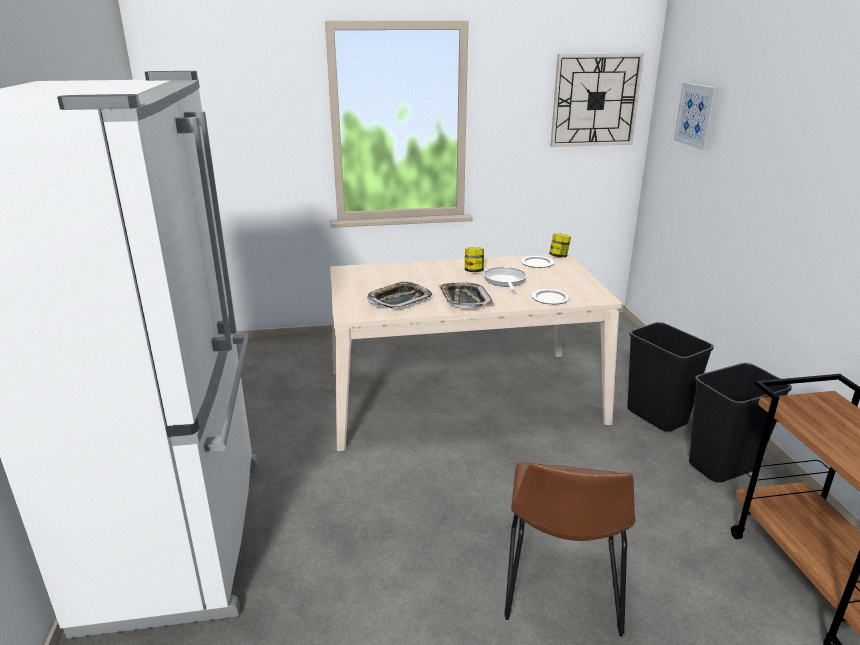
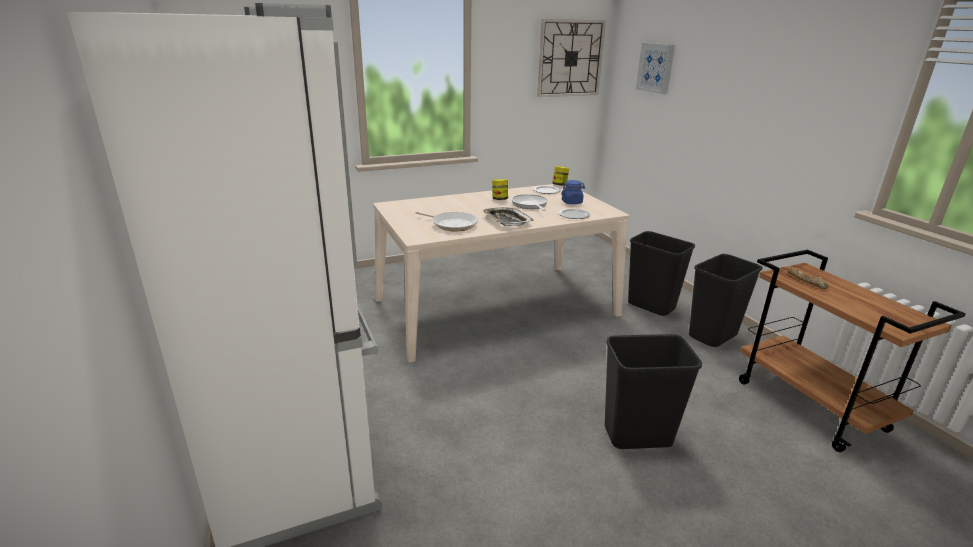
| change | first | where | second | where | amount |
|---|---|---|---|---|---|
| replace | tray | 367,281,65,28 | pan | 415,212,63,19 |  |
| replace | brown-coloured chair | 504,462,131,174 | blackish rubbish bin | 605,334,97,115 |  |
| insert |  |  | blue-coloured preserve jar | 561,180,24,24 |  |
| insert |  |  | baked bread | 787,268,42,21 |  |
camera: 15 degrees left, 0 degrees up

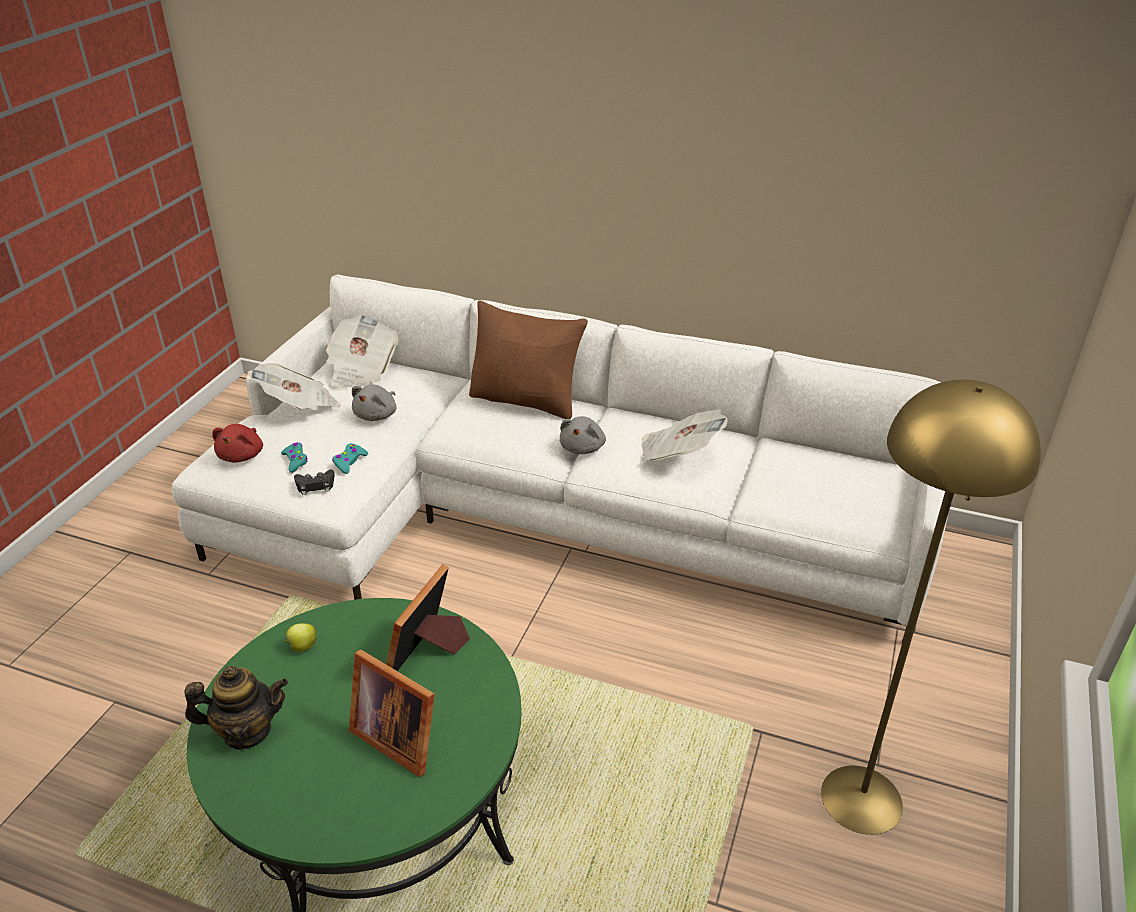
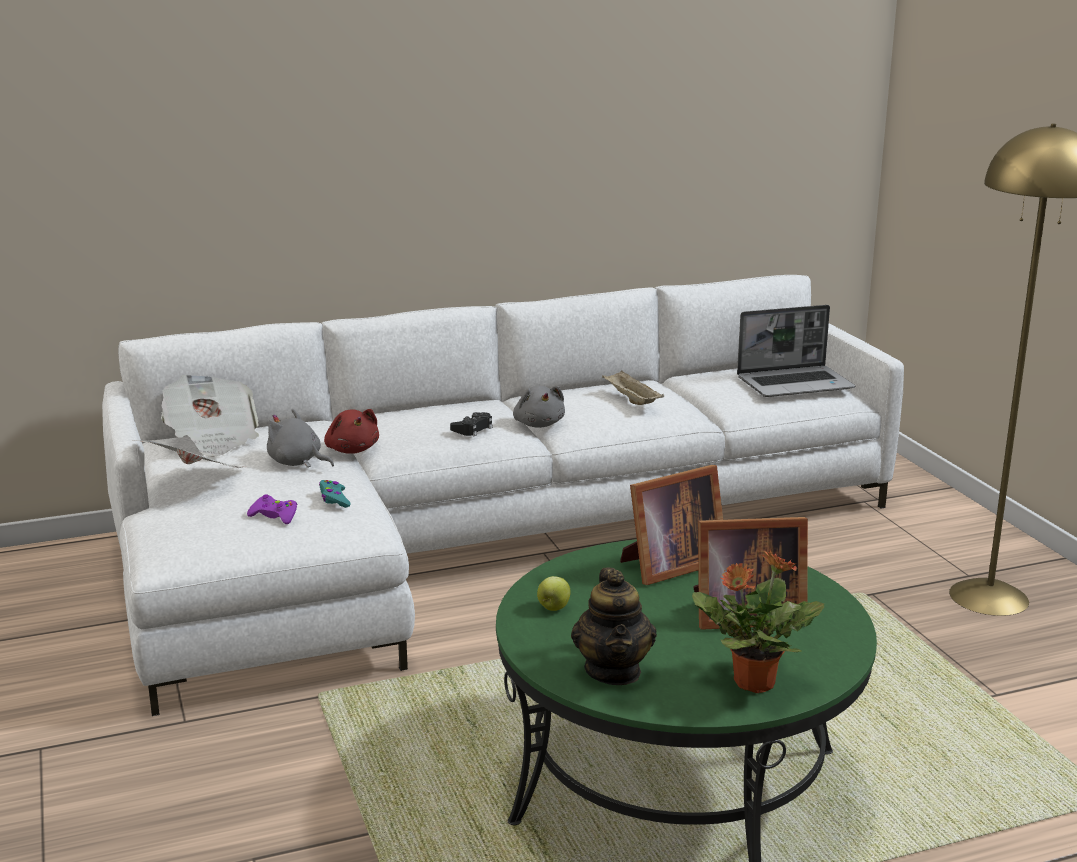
| change | first | where | second | where | amount |
|---|---|---|---|---|---|
| delete | brown-coloured throw pillow | 469,301,119,118 |  |  |  |
| rotate | greyish cuddly toy | 352,385,45,36 |  | 267,409,67,59 | 135 degrees clockwise |
| replace | printed paper | 641,409,87,53 | beige-coloured tray | 602,371,62,34 |  |
| move | reddish cuddly toy | 212,424,51,38 |  | 324,409,55,45 |  |
| recolor | turquoise-coloured game controller | 281,442,27,31 | purplish game controller | 247,494,50,30 |  |
| move | blackish game controller | 294,470,41,25 |  | 450,412,43,24 |  |
| rotate | picture frame | 386,564,84,107 |  | 620,465,103,120 | 105 degrees counterclockwise |
| rotate | pot for tea | 184,666,104,84 |  | 571,567,86,118 | 135 degrees clockwise |
| insert |  |  | notebook computer | 737,305,118,92 |  |
| insert |  |  | potted plant | 692,550,132,143 |  |
camera: 40 degrees left, 15 degrees down

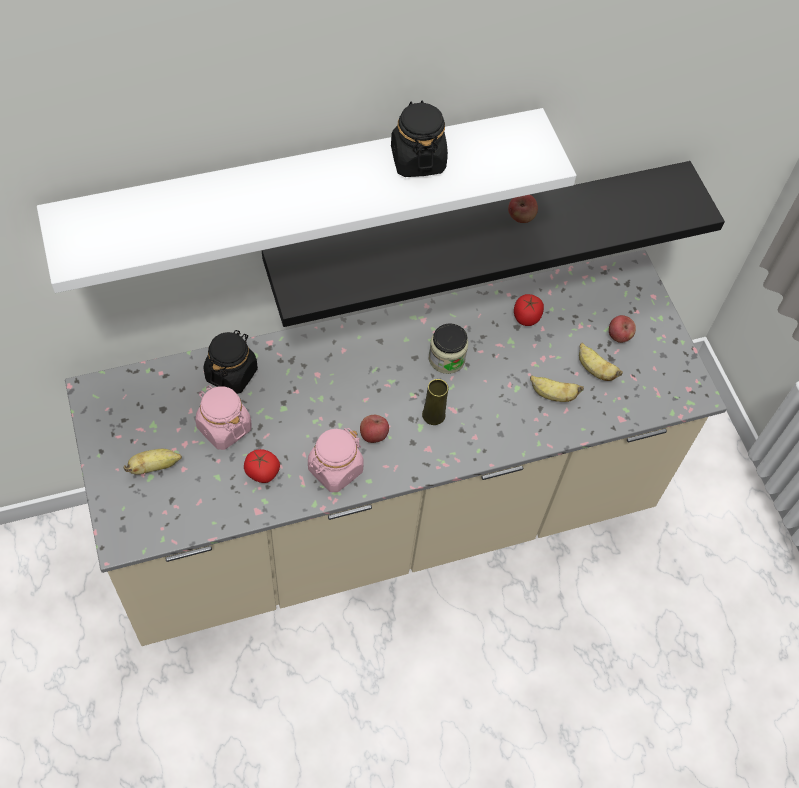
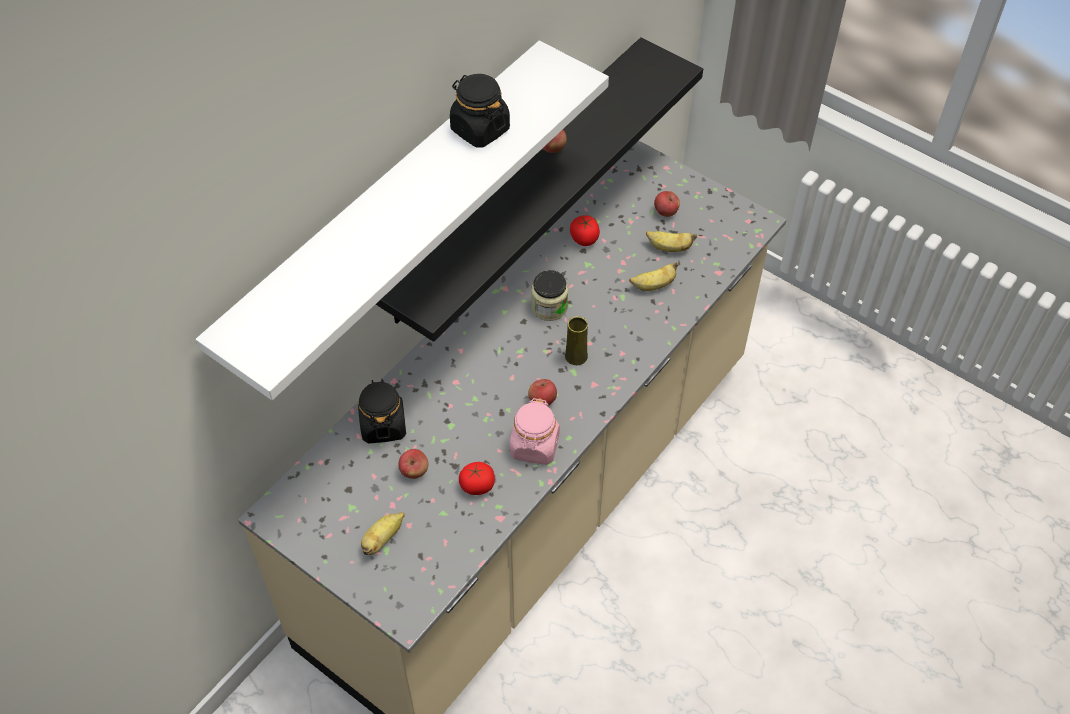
| change | first | where | second | where | amount |
|---|---|---|---|---|---|
| replace | pink-coloured preserve jar | 195,385,57,65 | apple | 398,449,30,30 |  |
camera: 30 degrees left, 5 degrees down

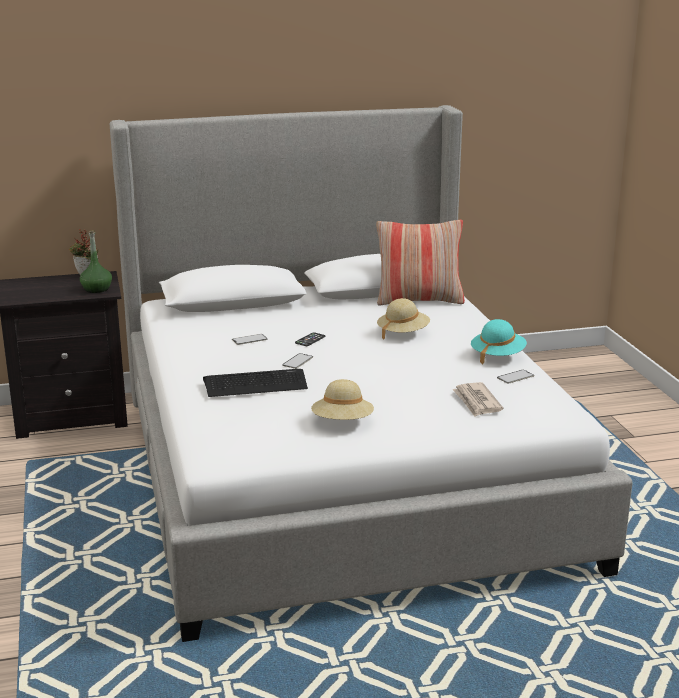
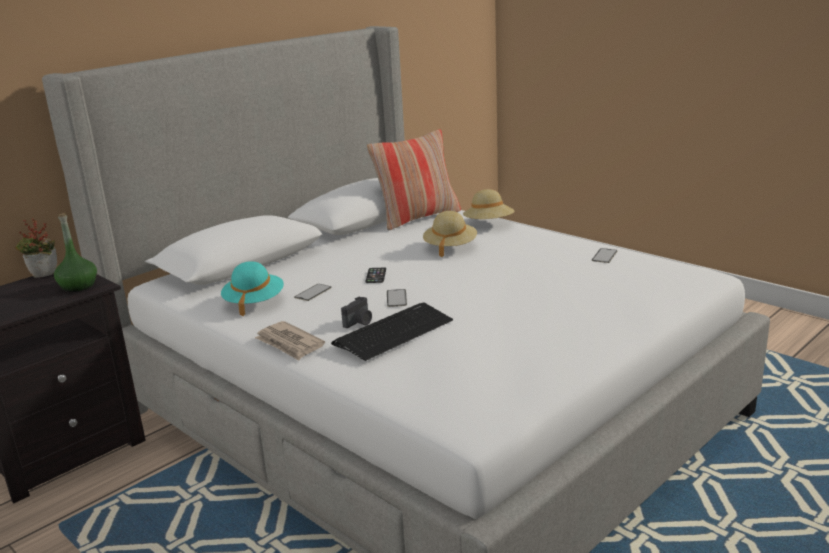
| change | first | where | second | where | amount |
|---|---|---|---|---|---|
| move | turquoise-coloured wearable hat | 471,319,56,45 |  | 221,261,63,55 |  |
| move | beige-coloured wearable hat | 311,379,63,41 |  | 463,189,51,30 |  |
| move | printed paper | 452,382,51,35 |  | 255,321,70,40 |  |
| insert |  |  | photo camera | 341,297,31,31 |  |
camera: 30 degrees left, 0 degrees up

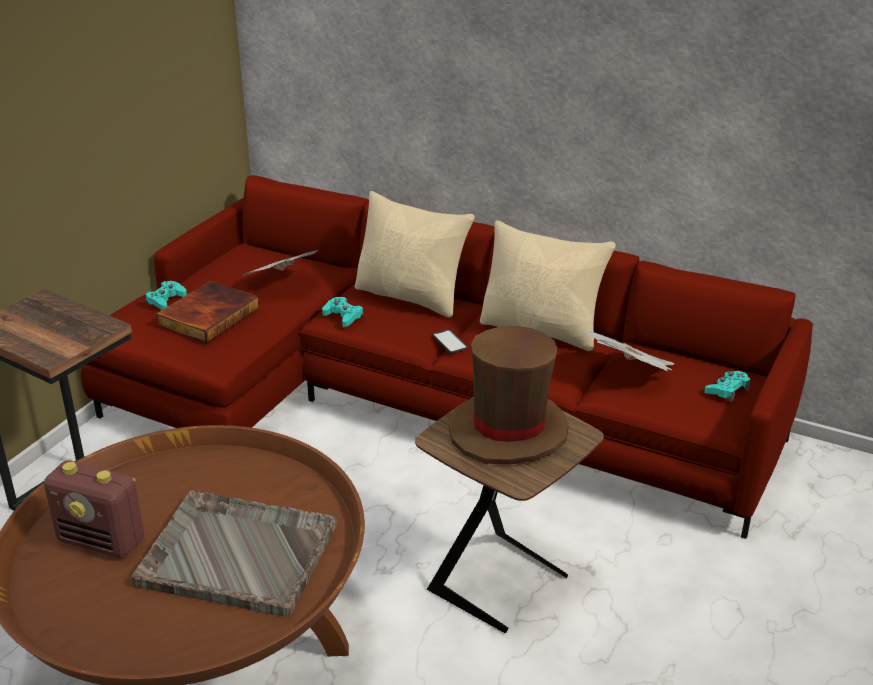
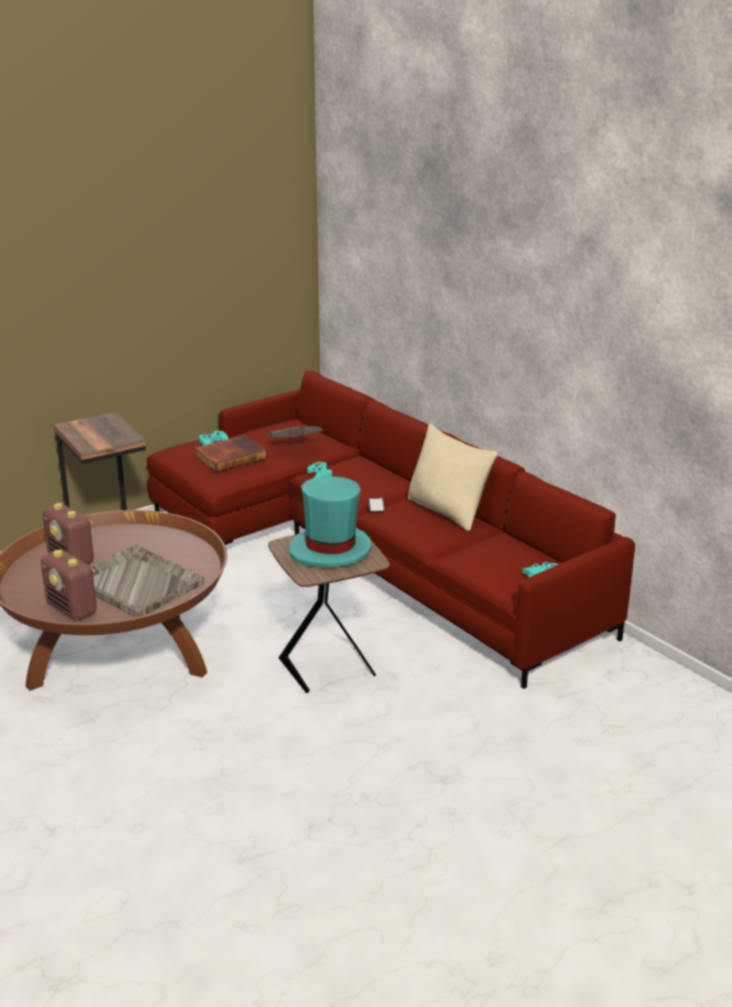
| change | first | where | second | where | amount |
|---|---|---|---|---|---|
| delete | beige-coloured throw pillow | 355,191,120,127 |  |  |  |
| recolor | brown-coloured wearable hat | 449,326,120,139 | turquoise-coloured wearable hat | 289,476,82,91 |  |
| delete | printed paper | 586,332,88,39 |  |  |  |
| insert |  |  | radio receiver | 41,550,56,71 |  |
camera: 25 degrees right, 5 degrees down

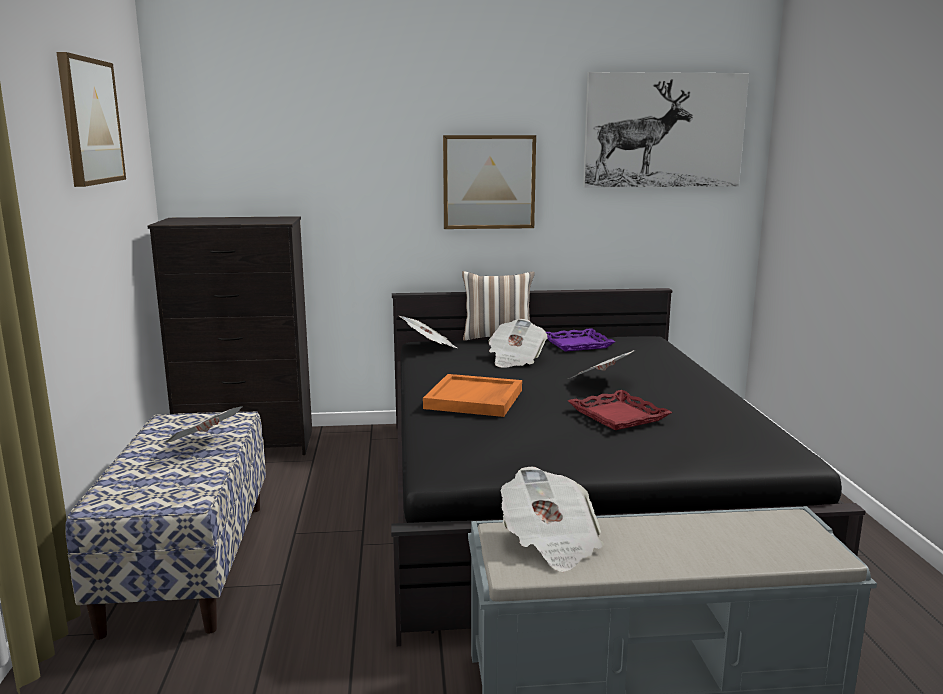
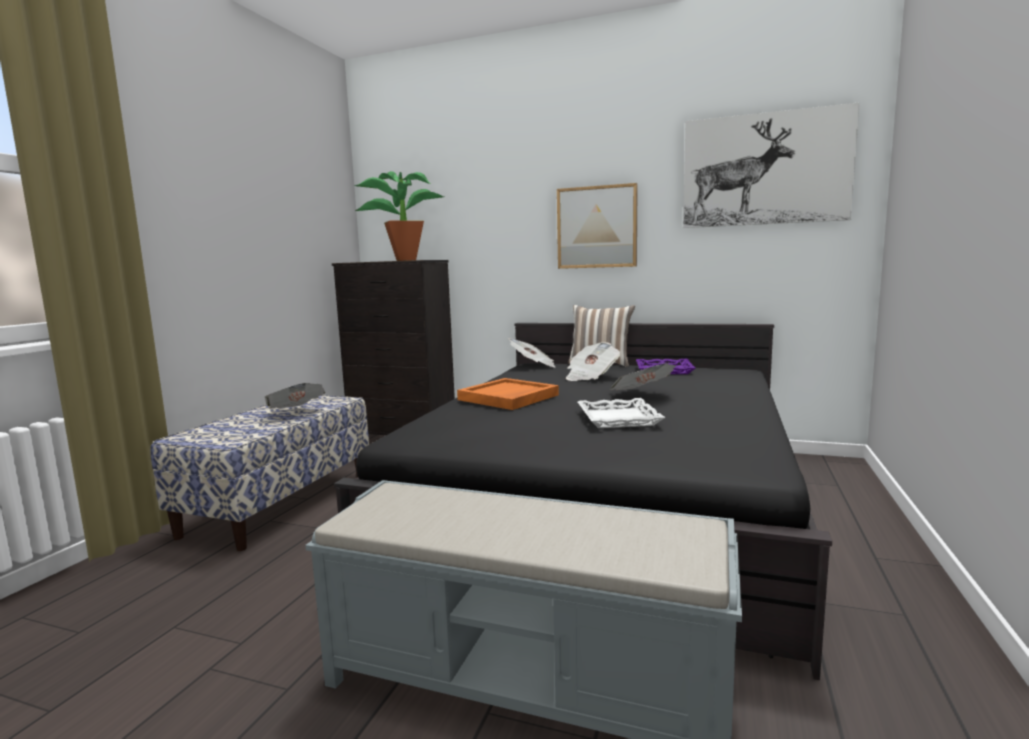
| change | first | where | second | where | amount |
|---|---|---|---|---|---|
| delete | wall picture | 56,52,70,135 |  |  |  |
| recolor | reddish tray | 568,390,104,40 | white-coloured tray | 578,398,87,30 |  |
| delete | printed paper | 501,467,103,105 |  |  |  |
| insert |  |  | potted plant | 354,171,90,90 |  |
camera: 25 degrees right, 5 degrees down

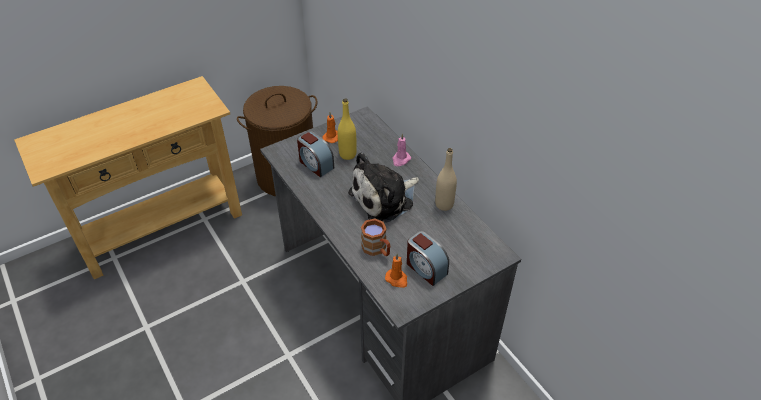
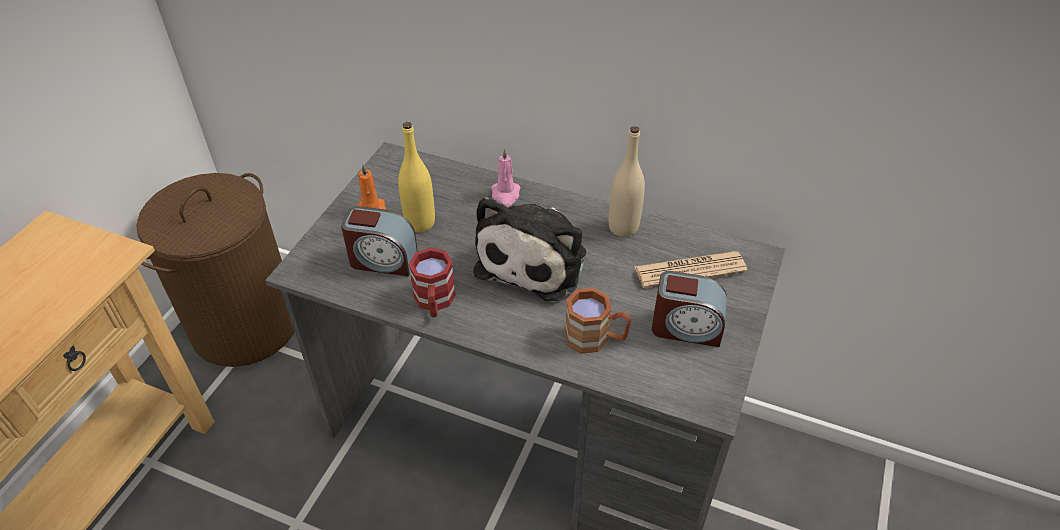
| change | first | where | second | where | amount |
|---|---|---|---|---|---|
| delete | orange wax candle | 385,253,22,35 |  |  |  |
| insert |  |  | reddish mug | 408,247,48,70 |  |
| insert |  |  | printed paper | 634,251,114,37 |  |
camera: 35 degrees left, 0 degrees up

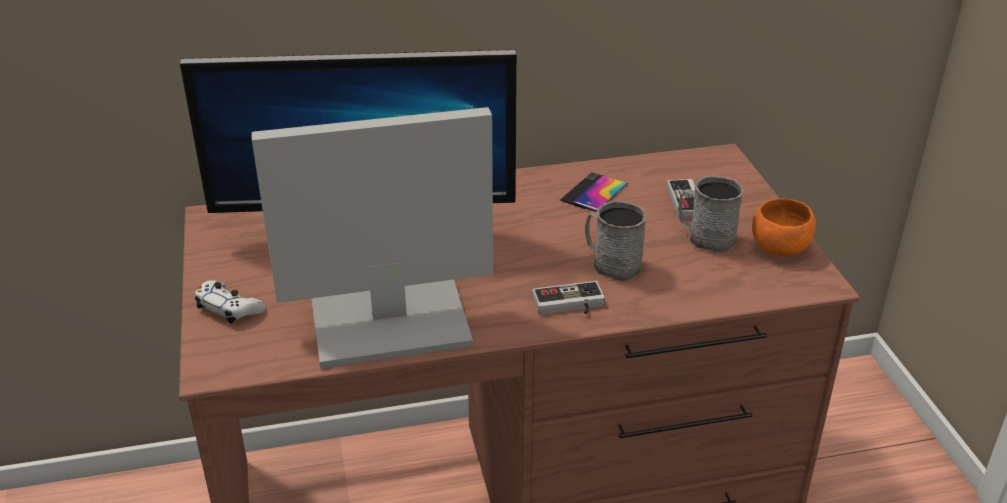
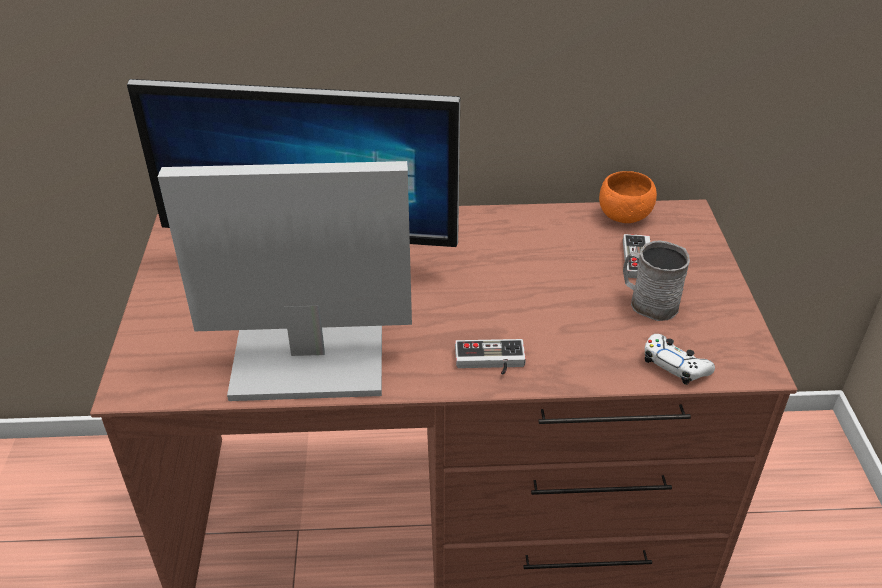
| change | first | where | second | where | amount |
|---|---|---|---|---|---|
| delete | telephone | 560,172,68,40 |  |  |  |
| move | orange deep dish | 752,199,64,57 |  | 599,171,58,52 |  |
| delete | greyish mug | 585,200,61,81 |  |  |  |
| move | white-coloured game controller | 194,280,71,44 |  | 645,334,70,51 |  |
camera: 10 degrees right, 5 degrees up

